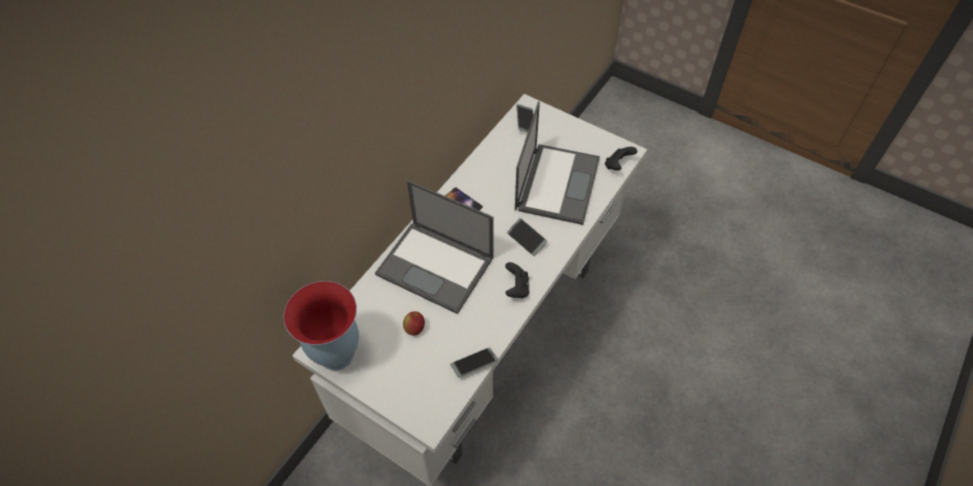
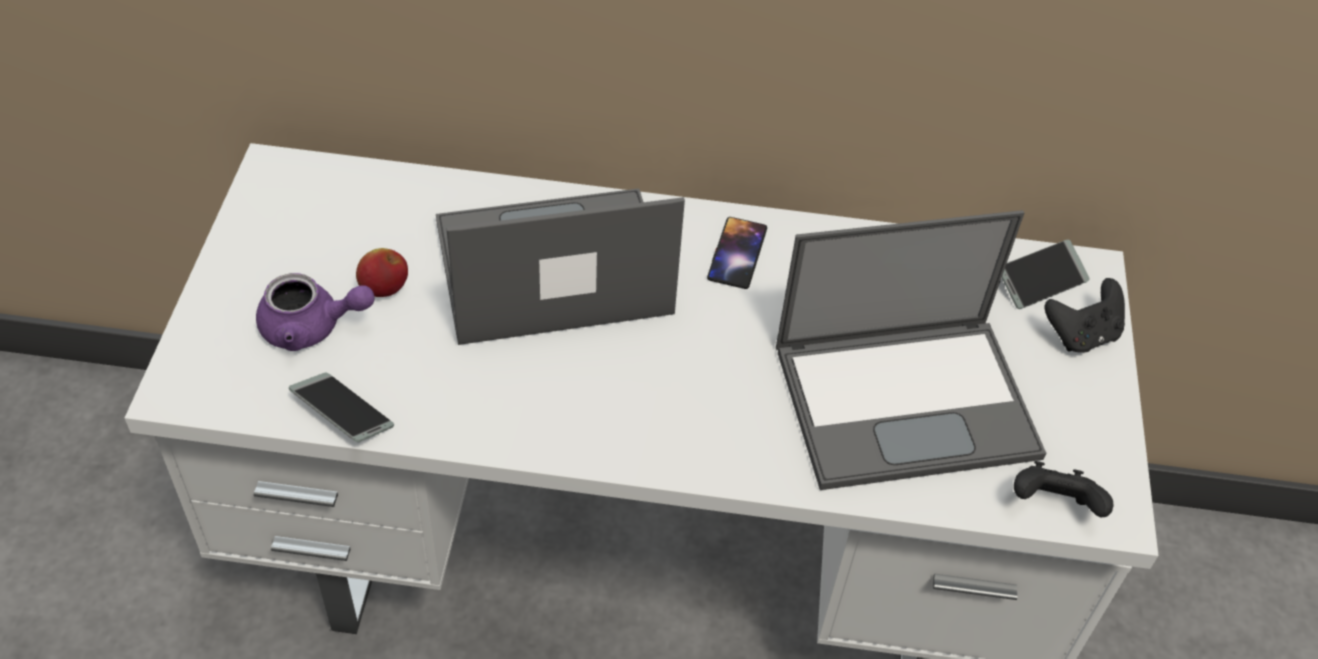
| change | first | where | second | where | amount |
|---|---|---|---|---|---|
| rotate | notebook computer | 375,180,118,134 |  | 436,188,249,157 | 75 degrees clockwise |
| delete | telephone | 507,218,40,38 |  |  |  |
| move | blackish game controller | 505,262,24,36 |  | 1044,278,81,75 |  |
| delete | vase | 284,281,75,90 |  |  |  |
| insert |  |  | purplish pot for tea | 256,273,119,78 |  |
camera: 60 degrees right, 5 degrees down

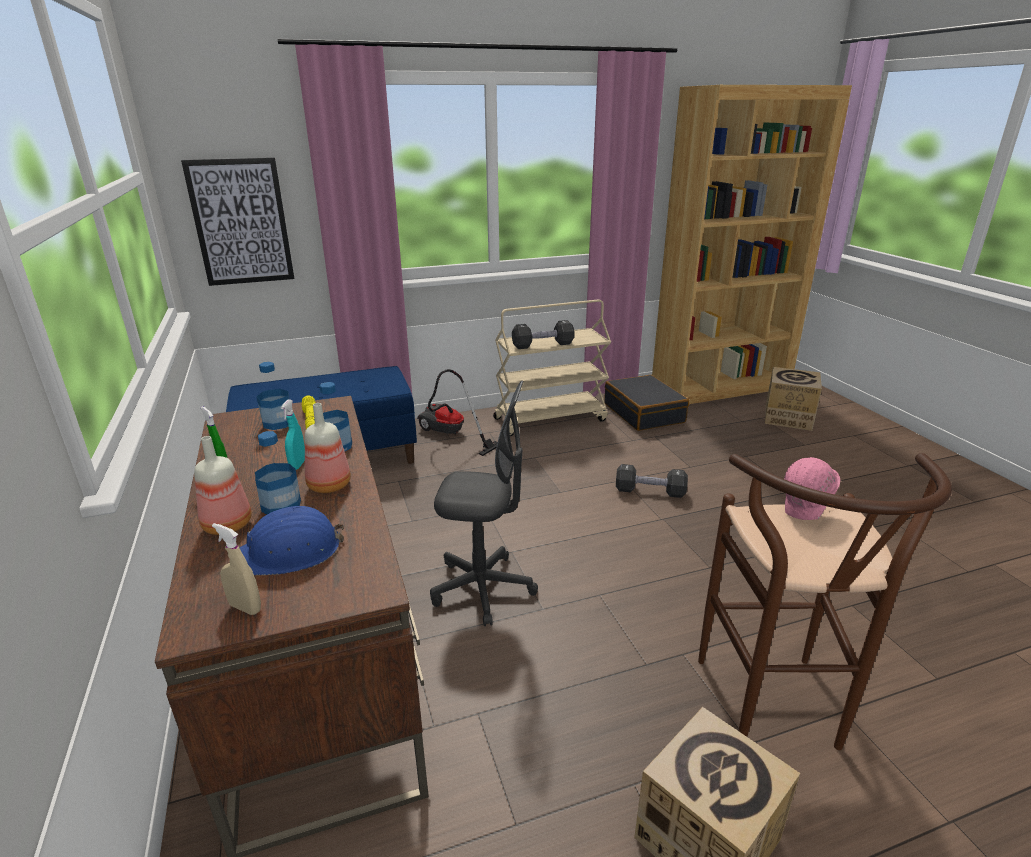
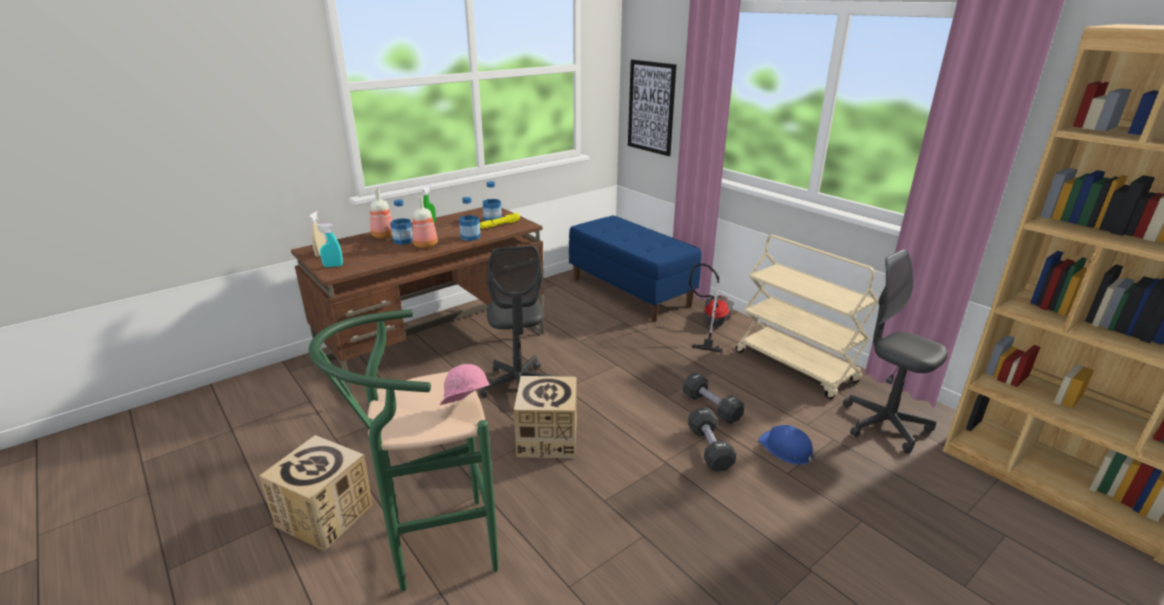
| change | first | where | second | where | amount |
|---|---|---|---|---|---|
| move | blackish hand weight | 512,320,63,29 |  | 683,372,61,52 |  |
| move | carton | 765,367,57,64 |  | 514,376,63,82 |  |
| replace | blackish suitcase | 604,375,85,56 | greyish desk chair | 843,249,105,205 |  |
| move | turquoise-coloured spray bottle | 281,399,24,71 |  | 317,223,26,44 |  |
| recolor | brown-coloured stool seat | 698,453,254,297 | green-coloured stool seat | 309,309,189,282 |  |
| move | blue-coloured work helmet | 240,506,104,69 |  | 758,425,59,40 |  |
camera: 70 degrees right, 0 degrees up

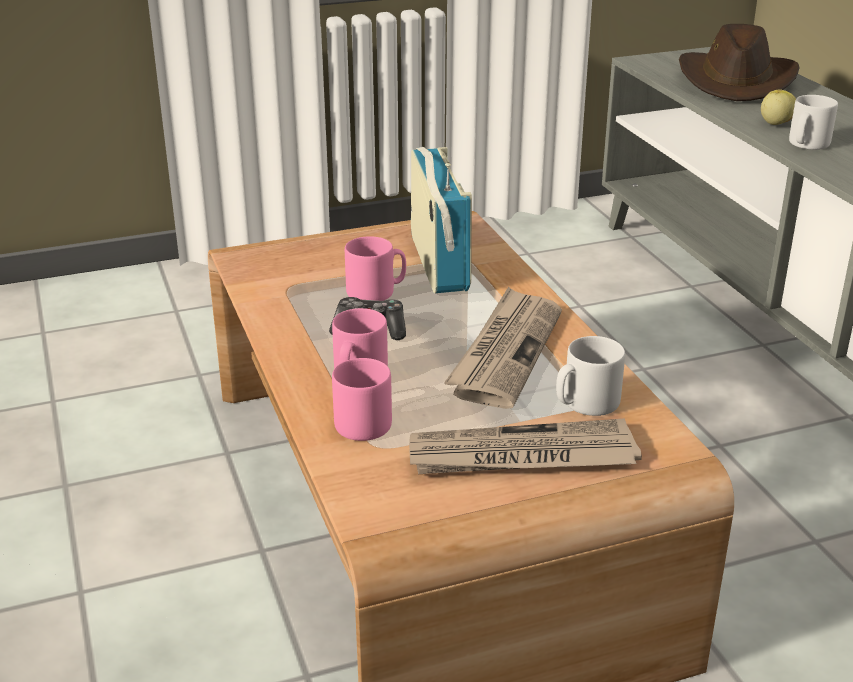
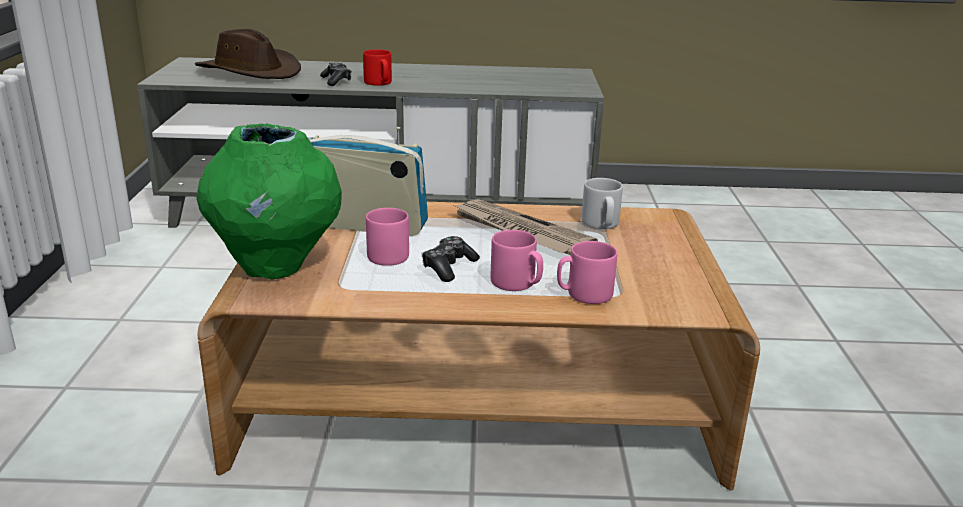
| change | first | where | second | where | amount |
|---|---|---|---|---|---|
| replace | apple | 761,90,35,35 | game controller | 320,62,32,24 |  |
| recolor | white-coloured mug | 789,95,49,55 | reddish mug | 363,49,29,37 |  |
| delete | printed paper | 409,418,233,56 |  |  |  |
| insert |  |  | green-coloured vase | 196,123,146,157 |  |
camera: 70 degrees left, 5 degrees down

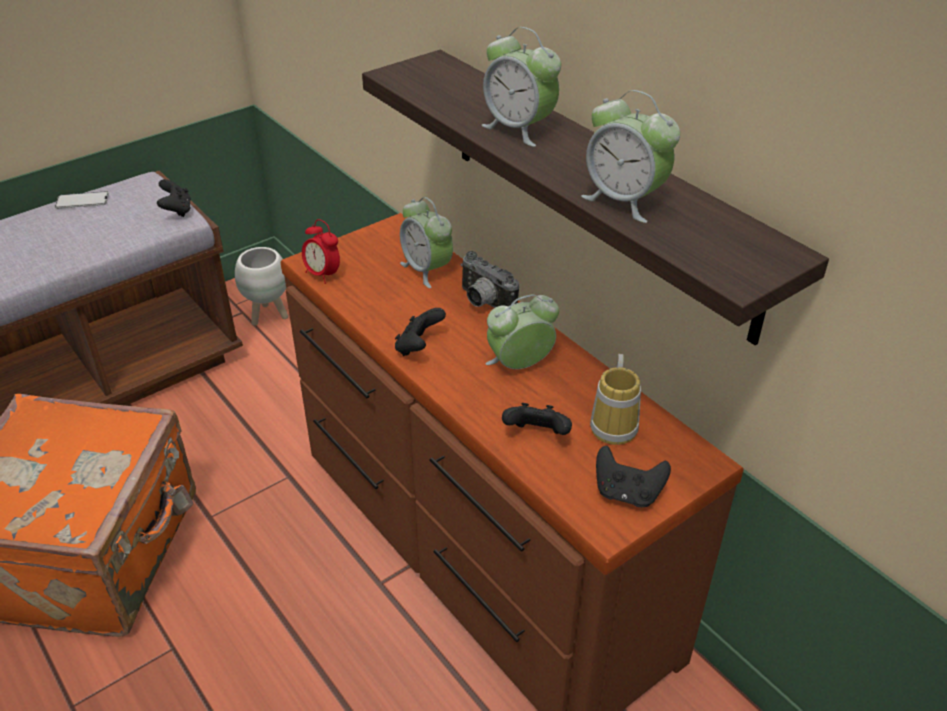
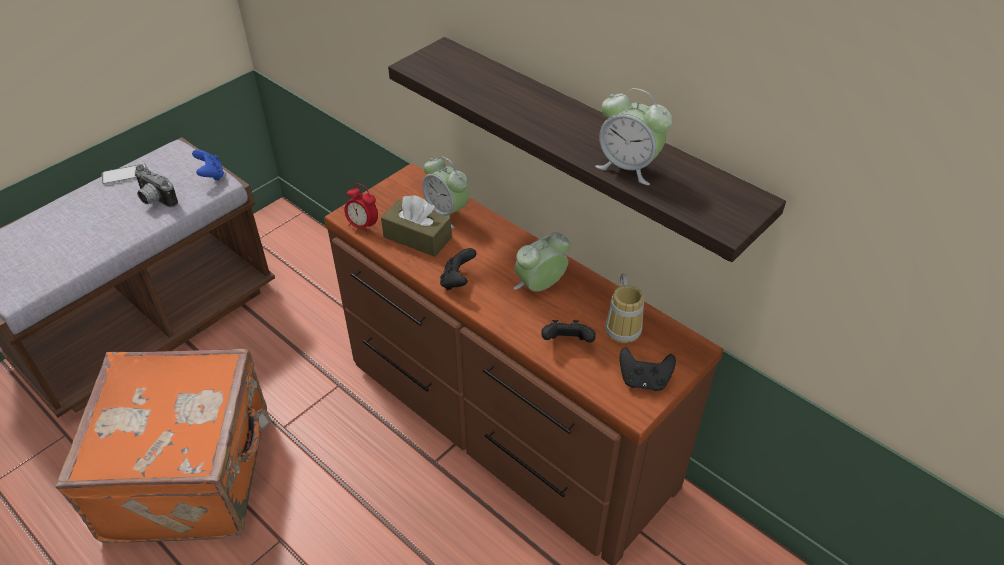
| change | first | where | second | where | amount |
|---|---|---|---|---|---|
| delete | bedside clock | 482,27,79,120 |  |  |  |
| recolor | blackish game controller | 157,179,34,38 | blue-coloured game controller | 192,149,32,32 |  |
| delete | white-coloured planter | 235,247,53,79 |  |  |  |
| move | photo camera | 460,251,59,57 |  | 135,165,43,43 |  |
| insert |  |  | brown-coloured tissue box | 381,195,71,62 |  |
camera: 10 degrees left, 5 degrees up

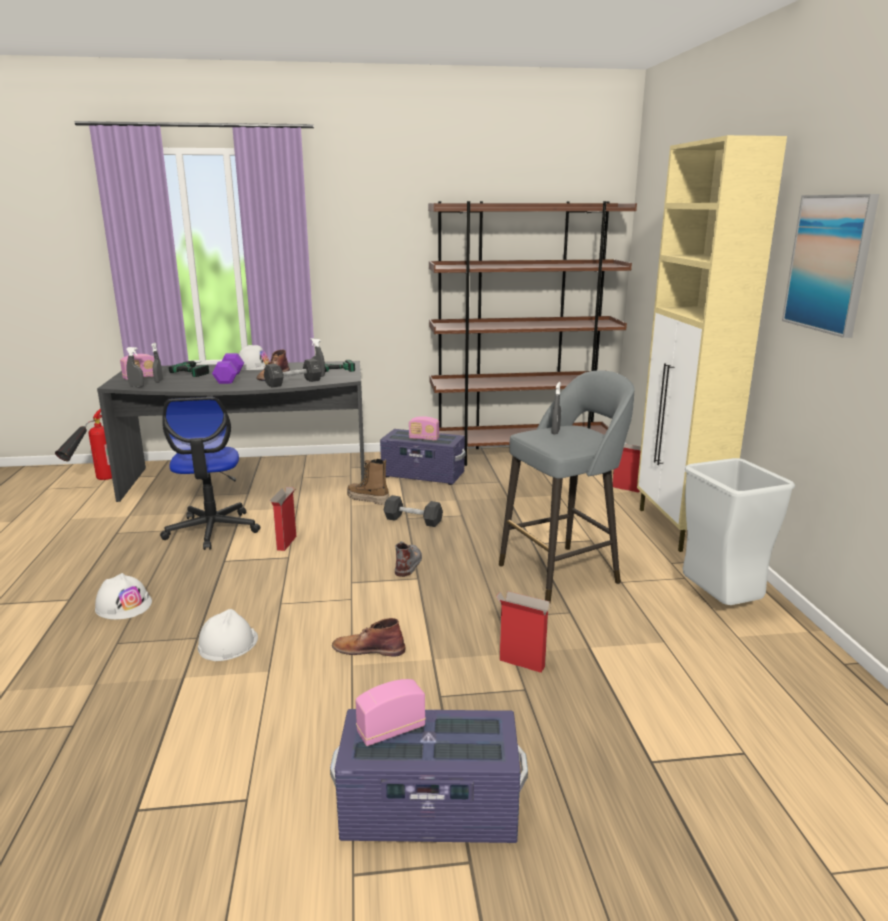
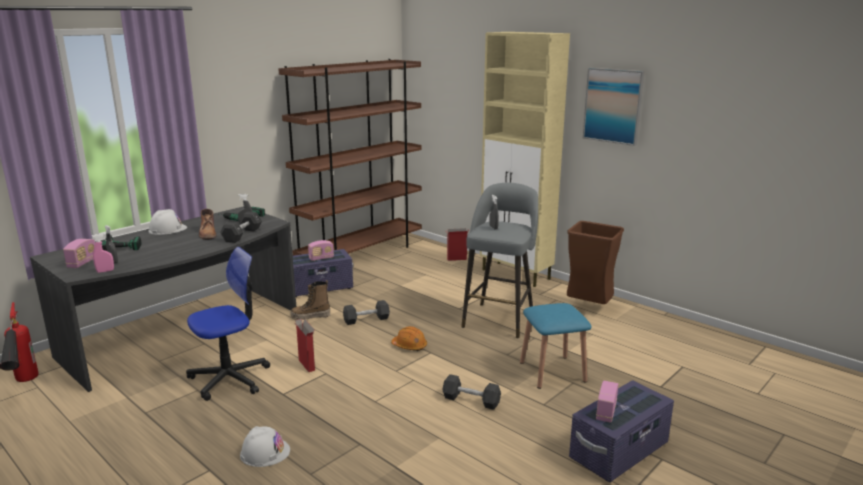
| change | first | where | second | where | amount |
|---|---|---|---|---|---|
| recolor | greyish spray bottle | 126,347,18,40 | pink-coloured spray bottle | 93,233,21,40 |  |
| delete | purplish hand weight | 212,353,32,31 |  |  |  |
| rotate | desk chair | 160,397,100,153 |  | 186,247,84,154 | 75 degrees counterclockwise |
| recolor | greyish rubbish bin | 683,458,112,147 | brown-coloured rubbish bin | 567,221,57,83 |  |
| replace | greyish tall boot | 395,541,27,36 | orange work helmet | 391,326,36,25 |  |
| replace | carton | 496,591,56,82 | blue-coloured stool seat | 520,303,71,86 |  |
| delete | white-coloured work helmet | 198,609,60,52 |  |  |  |
| replace | brown-coloured tall boot | 332,618,74,39 | blackish hand weight | 442,374,59,36 |  |
camera: 40 degrees left, 0 degrees up

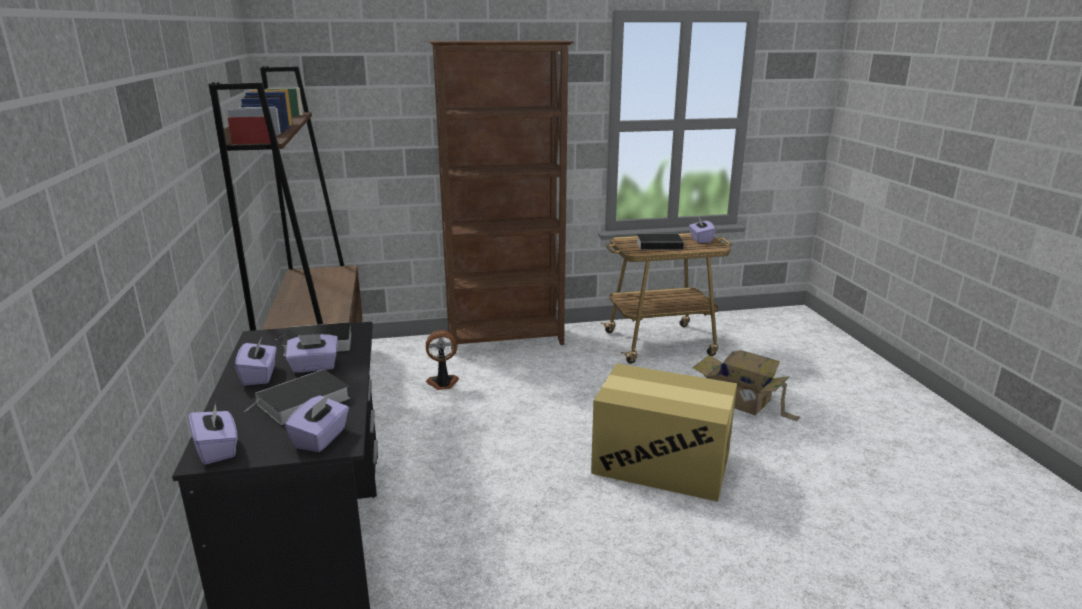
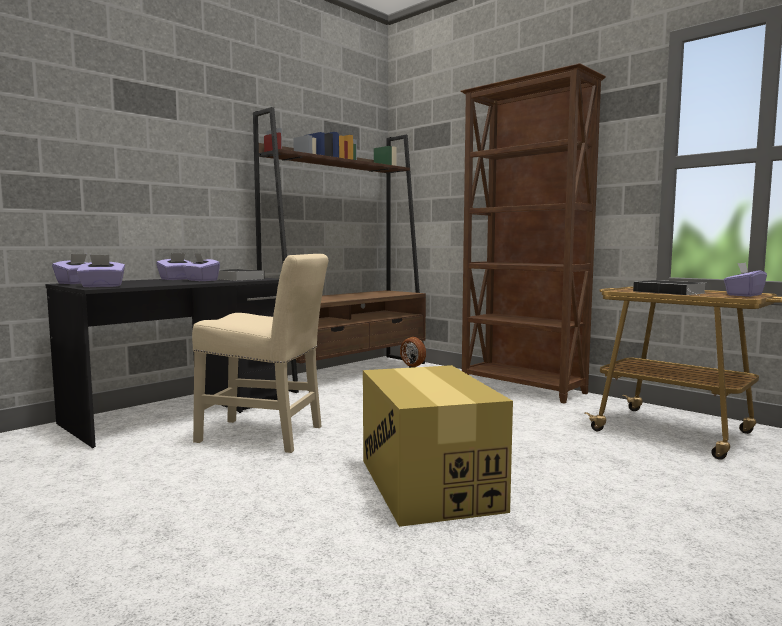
| change | first | where | second | where | amount |
|---|---|---|---|---|---|
| delete | carton | 692,350,109,72 |  |  |  |
| delete | volume | 245,369,105,56 |  |  |  |
| insert |  |  | beige-coloured chair | 192,254,136,199 |  |
camera: 55 degrees right, 15 degrees down

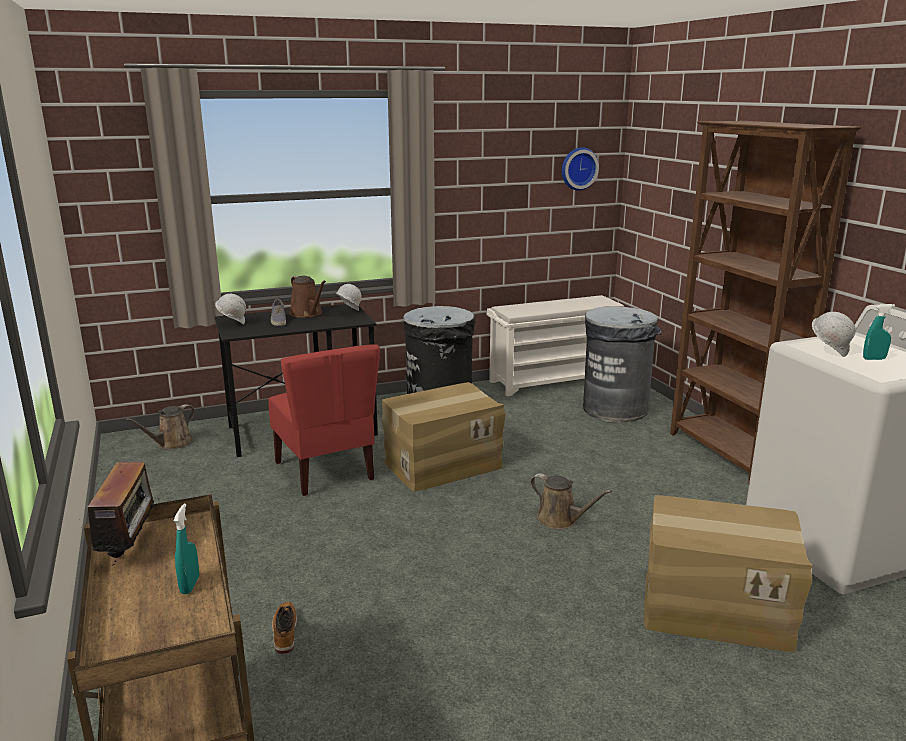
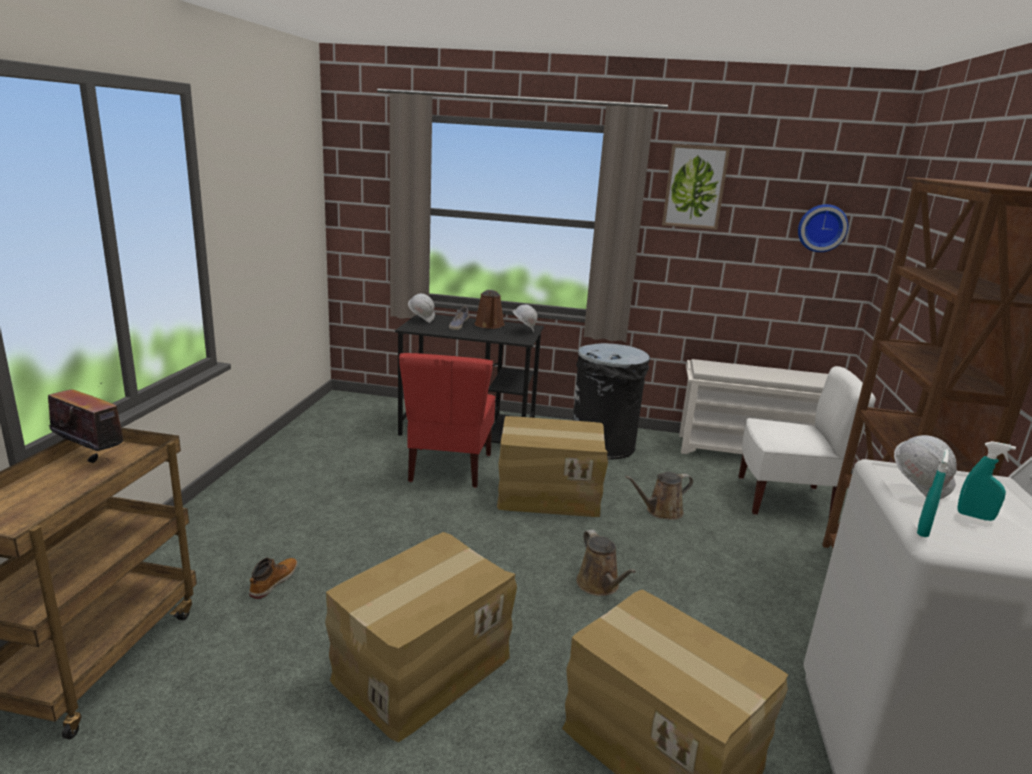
| change | first | where | second | where | amount |
|---|---|---|---|---|---|
| replace | greyish rubbish bin | 583,306,79,117 | white-coloured chair | 738,366,138,150 |  |
| move | brown-coloured watering pot | 125,404,70,46 |  | 625,472,68,48 |  |
| rotate | radio receiver | 79,462,80,106 |  | 48,383,76,80 | 90 degrees counterclockwise |
| move | turquoise-coloured spray bottle | 174,504,25,90 |  | 917,449,32,88 |  |
| insert |  |  | wall picture | 662,144,68,86 |  |
| insert |  |  | carton | 325,532,192,211 |  |
camera: 30 degrees right, 0 degrees up

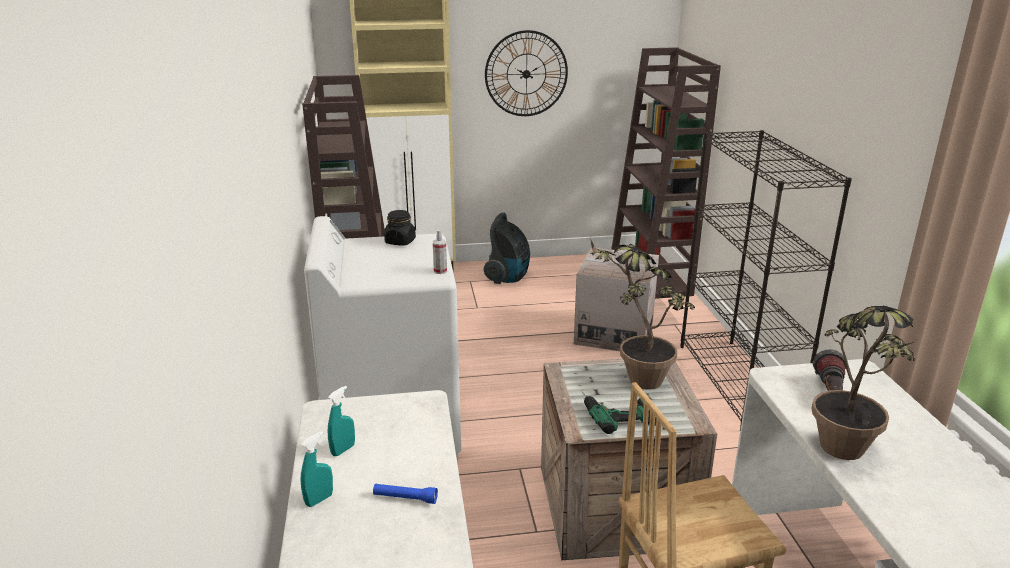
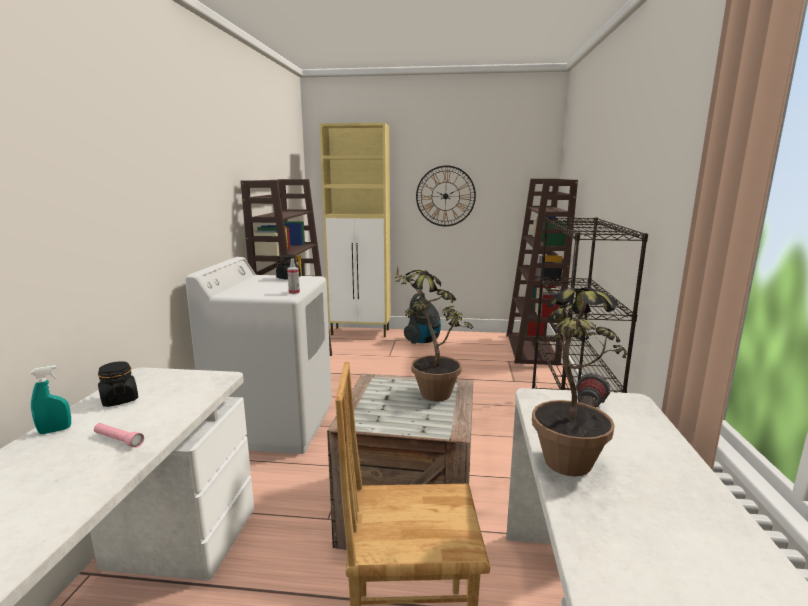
| change | first | where | second | where | amount |
|---|---|---|---|---|---|
| delete | carton | 574,247,85,104 |  |  |  |
| replace | turquoise-coloured spray bottle | 328,386,27,70 | blackish preserve jar | 98,361,40,46 |  |
| delete | power drill | 581,391,75,43 |  |  |  |
| recolor | blue-coloured flashlight | 373,483,65,21 | pink-coloured flashlight | 94,423,50,25 |  |
camera: 15 degrees right, 10 degrees down

